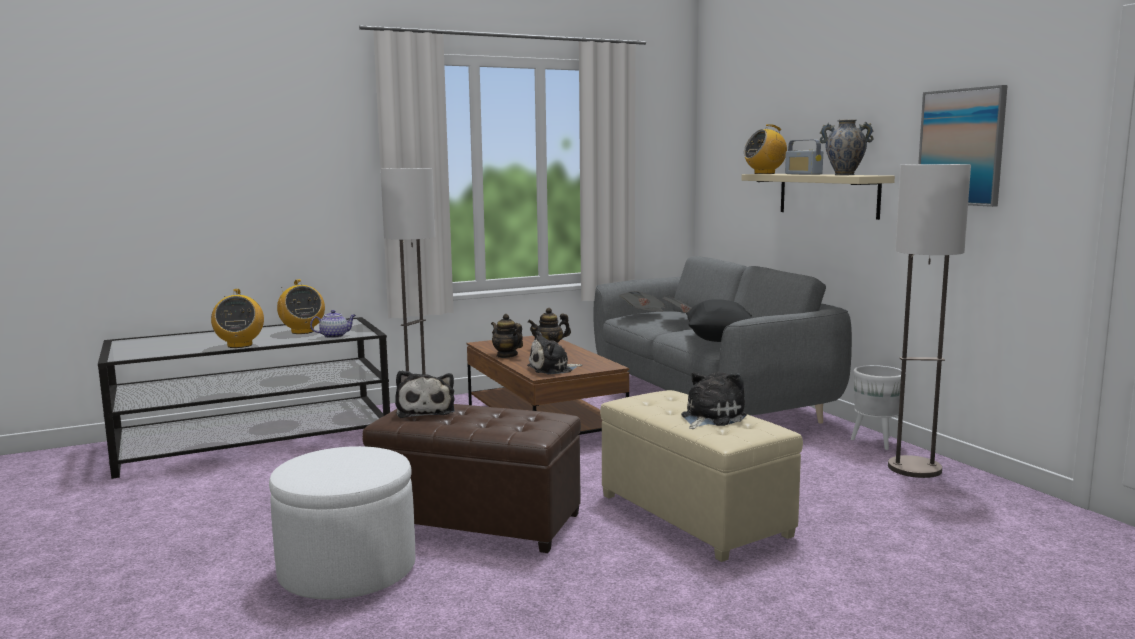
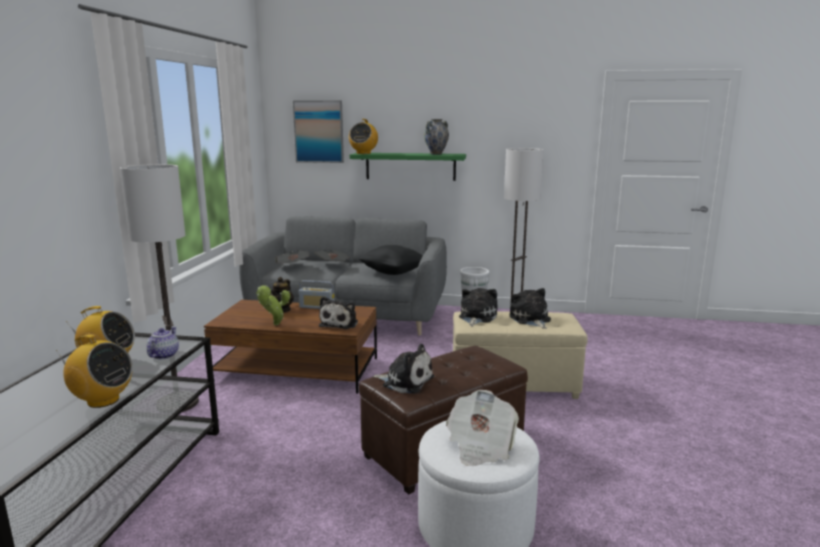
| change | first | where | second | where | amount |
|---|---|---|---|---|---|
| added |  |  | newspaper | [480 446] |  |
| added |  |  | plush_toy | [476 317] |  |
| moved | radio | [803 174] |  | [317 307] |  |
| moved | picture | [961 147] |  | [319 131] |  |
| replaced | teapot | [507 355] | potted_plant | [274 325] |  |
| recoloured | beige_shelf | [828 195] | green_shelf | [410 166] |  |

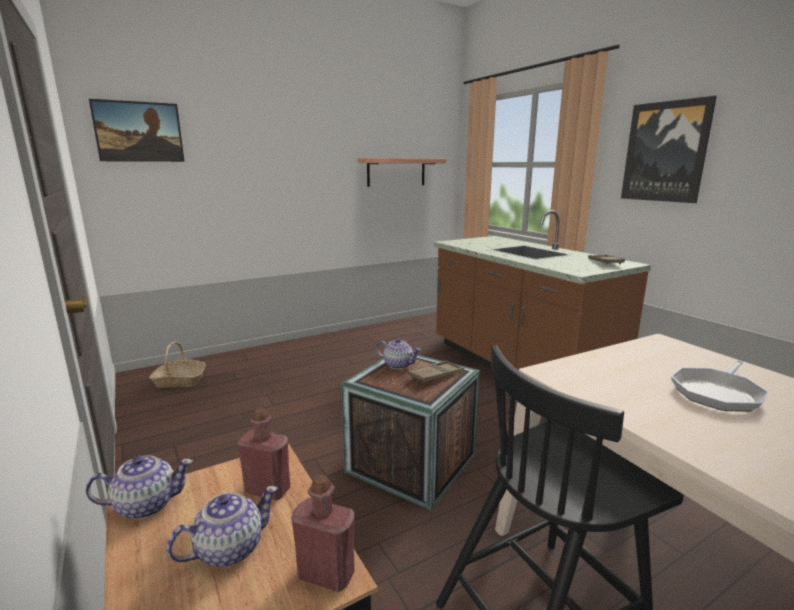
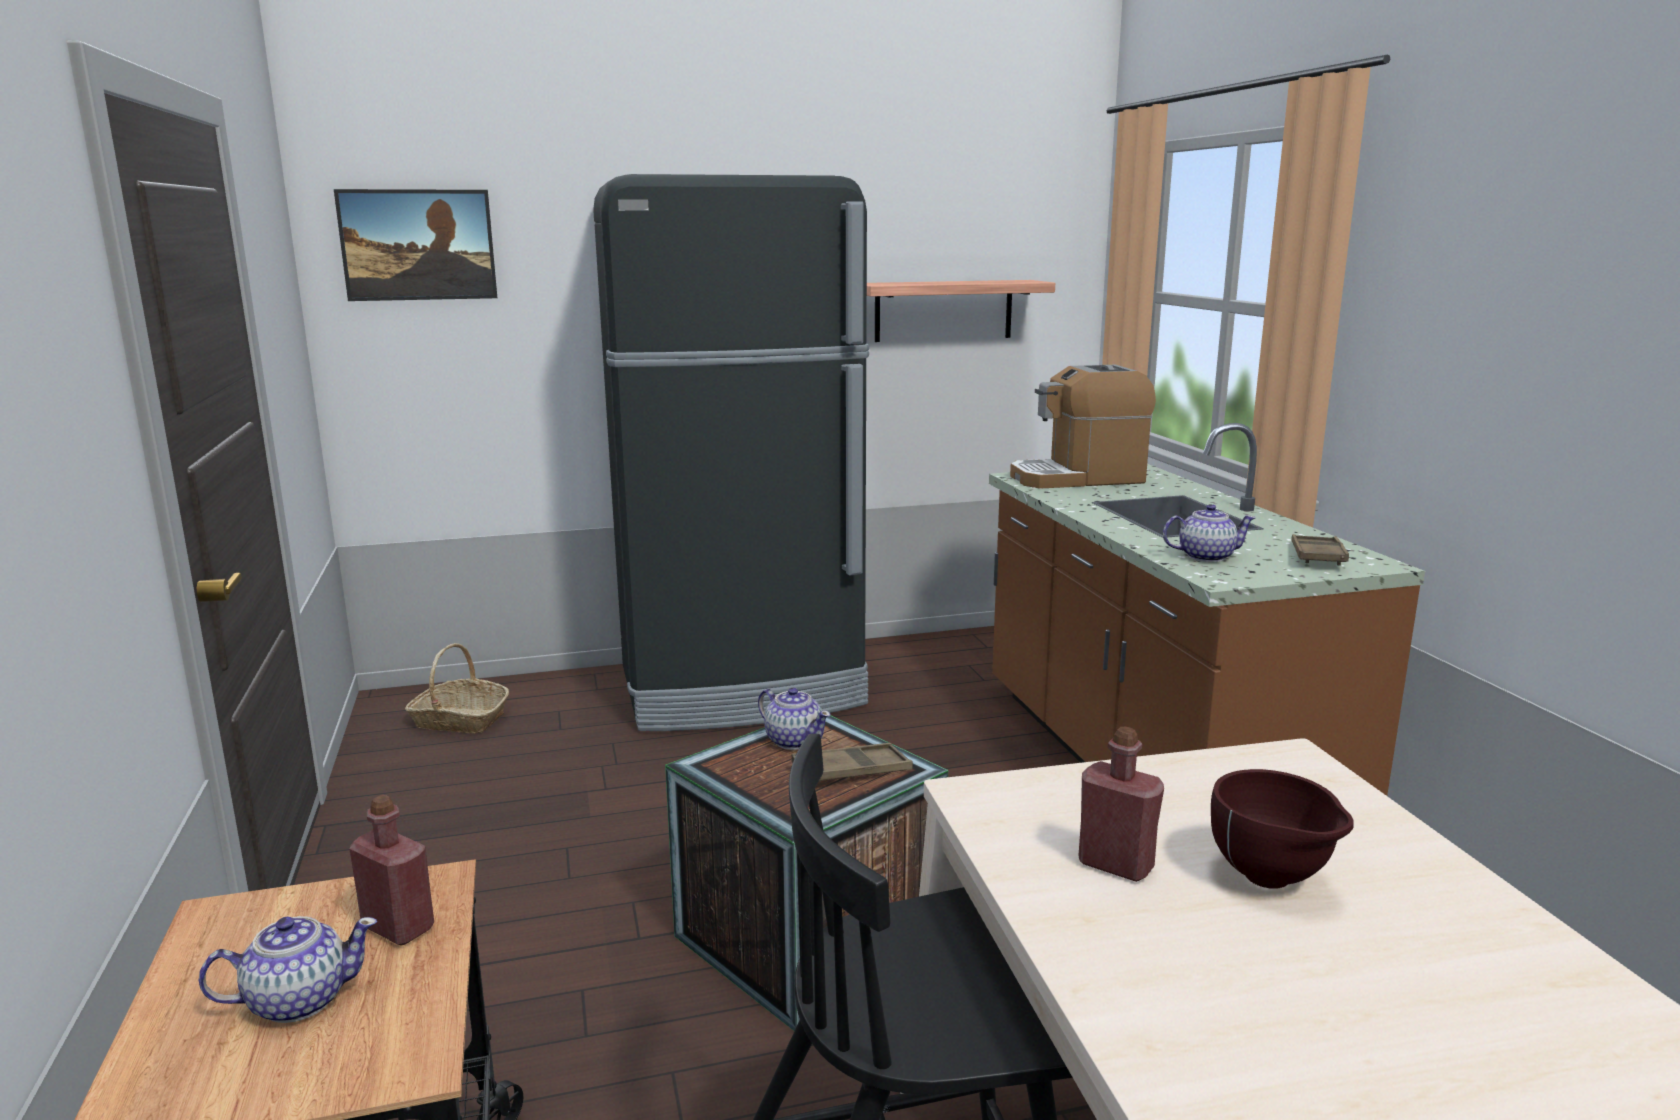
| change | first | where | second | where | amount |
|---|---|---|---|---|---|
| removed | picture | [665 152] |  |  |  |
| added |  |  | black_fridge | [742 688] |  |
| added |  |  | coffee_machine | [1078 478] |  |
| moved | teapot | [146 505] |  | [1205 556] |  |
| moved | red_bottle | [326 574] |  | [1115 865] |  |
| replaced | frying_pan | [717 393] | brown_bowl | [1272 881] |  |

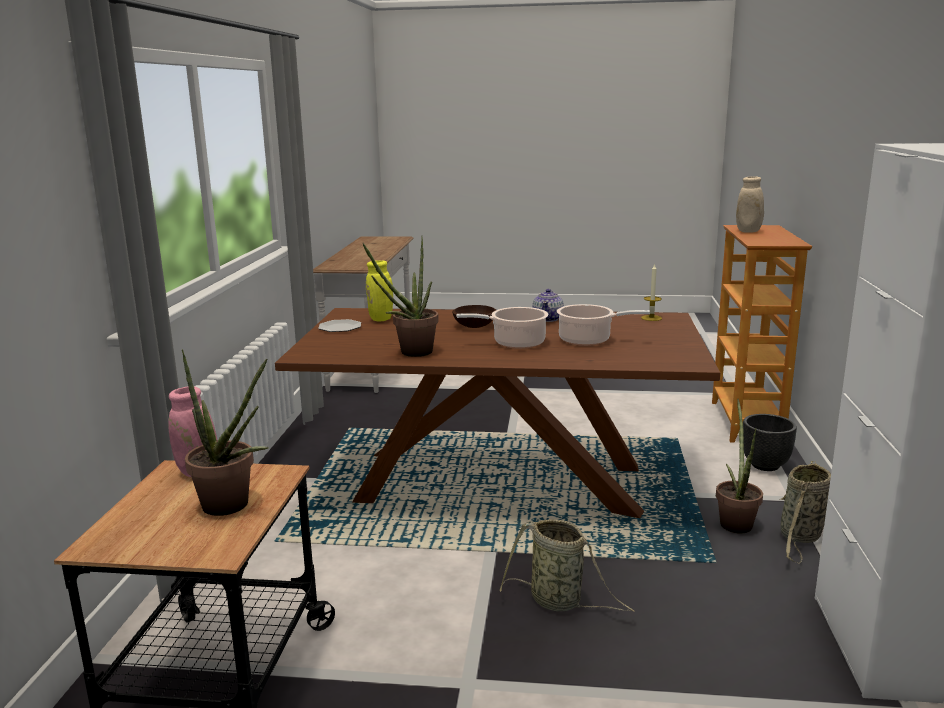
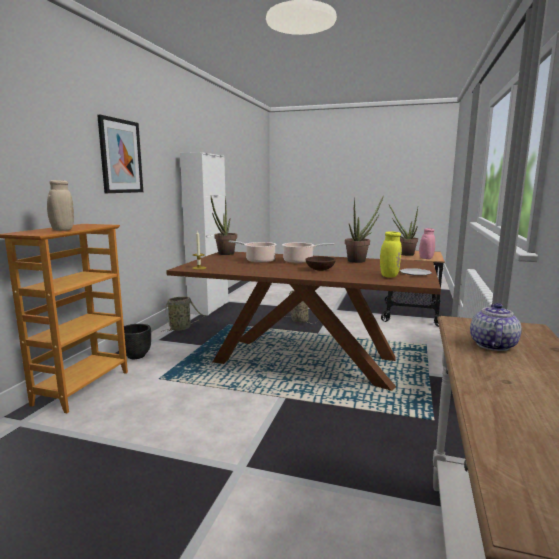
| change | first | where | second | where | amount |
|---|---|---|---|---|---|
| added |  |  | picture | [120 156] |  |
| moved | teapot | [548 319] |  | [492 345] |  |
| moved | potted_plant | [735 521] |  | [224 254] |  |

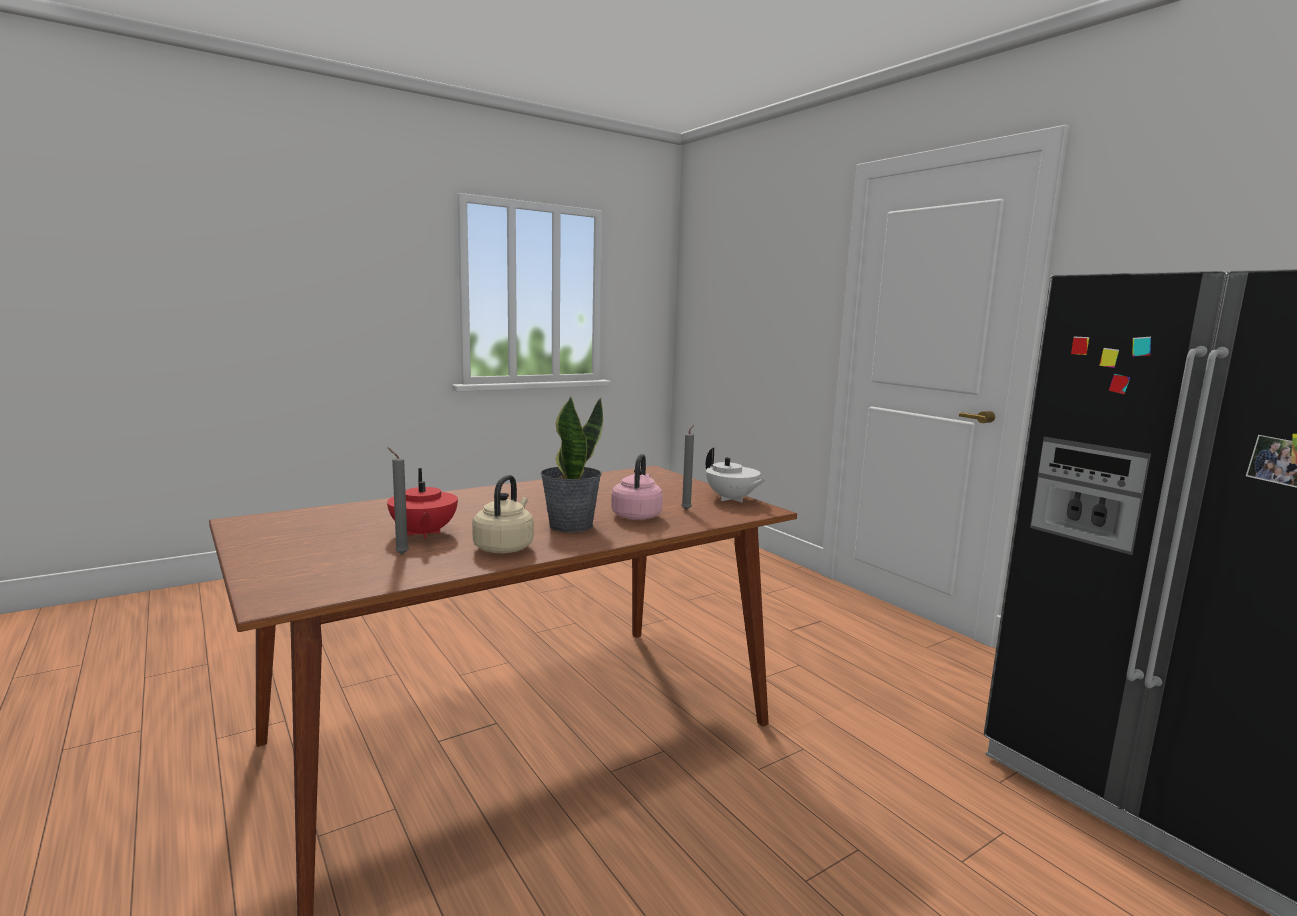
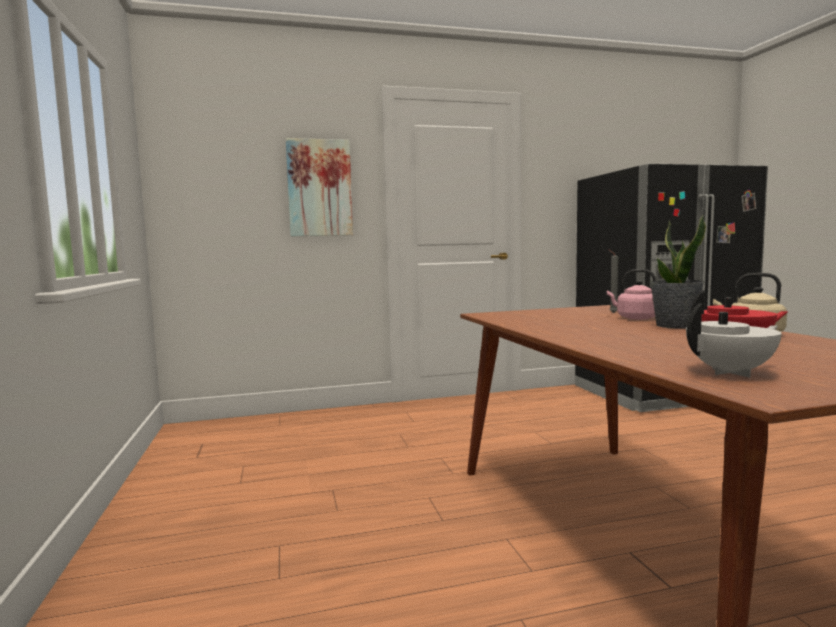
| change | first | where | second | where | amount |
|---|---|---|---|---|---|
| removed | grey_candle | [400 554] |  |  |  |
| added |  |  | picture | [319 188] |  |
| moved | white_teapot | [731 499] |  | [731 372] |  |

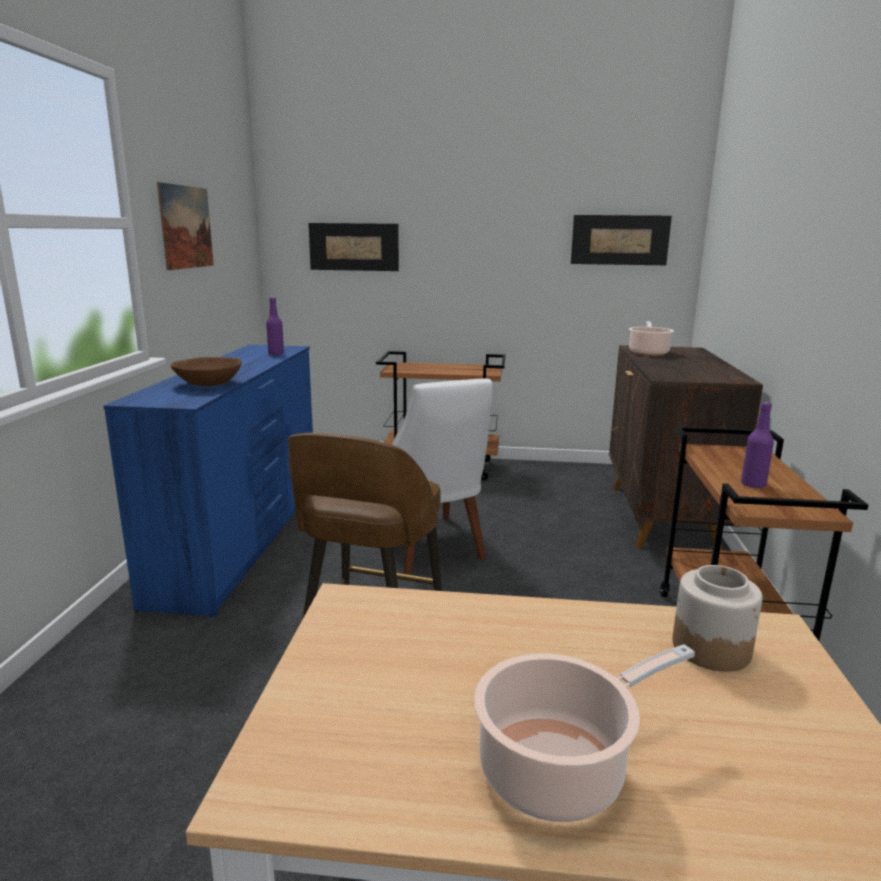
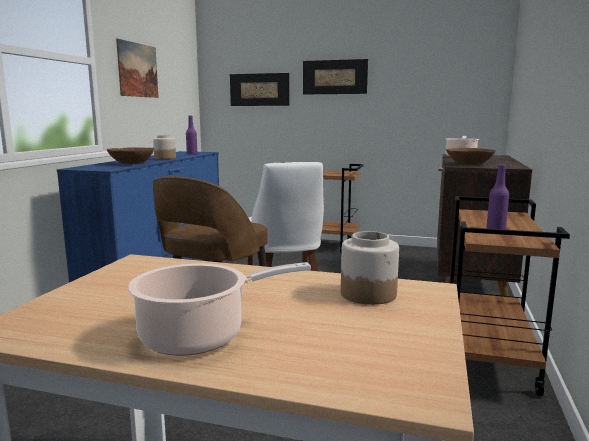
| change | first | where | second | where | amount |
|---|---|---|---|---|---|
| added |  |  | jar | [165 158] |  |
| added |  |  | brown_bowl | [469 164] |  |
| moved | picture | [620 240] |  | [334 77] |  |

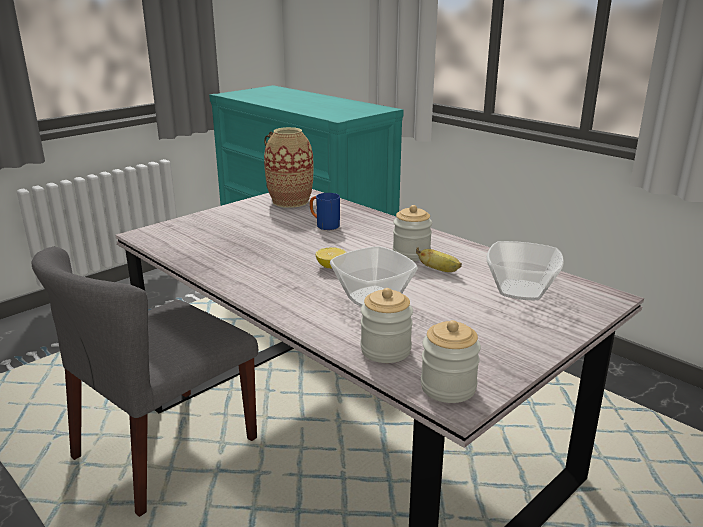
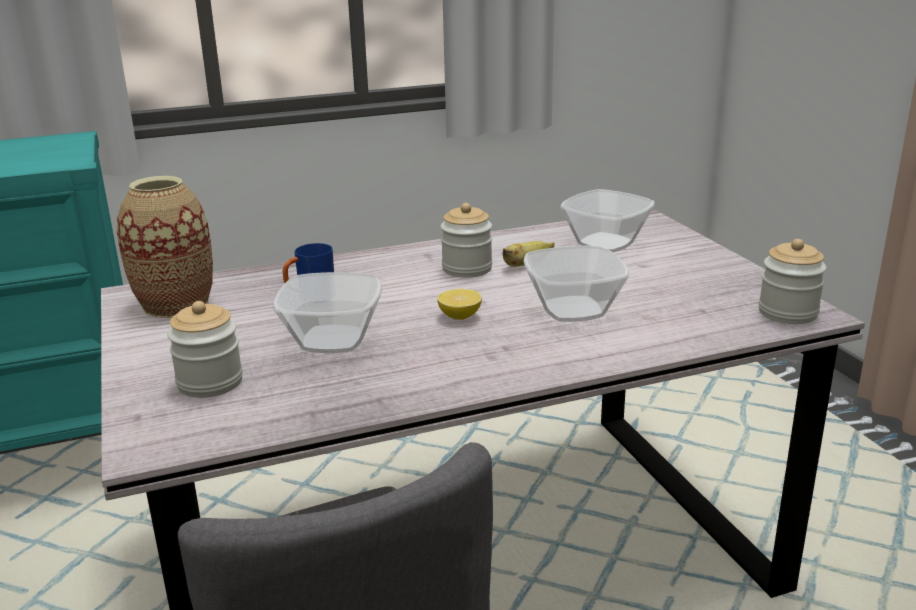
| change | first | where | second | where | amount |
|---|---|---|---|---|---|
| added |  |  | bowl | [331 339] |  |
| moved | jar | [385 350] |  | [210 382] |  |

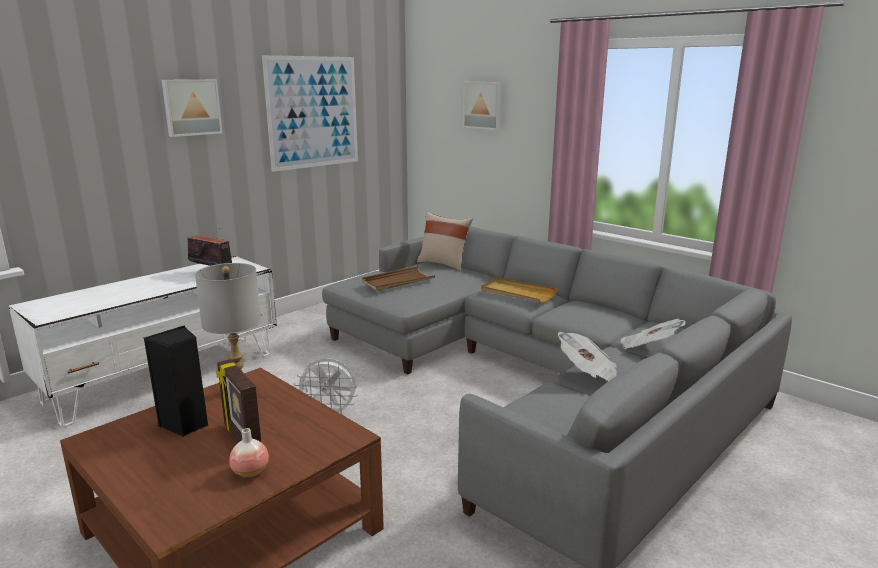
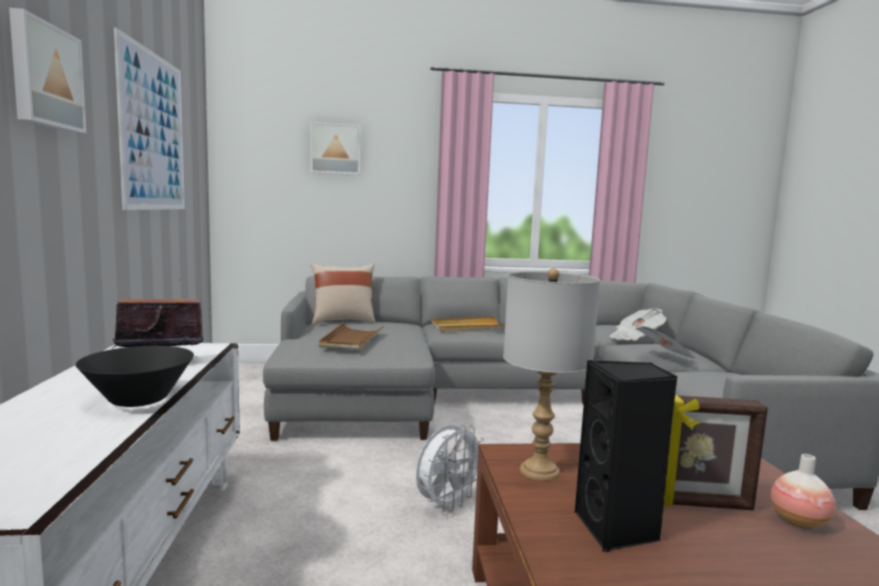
| change | first | where | second | where | amount |
|---|---|---|---|---|---|
| added |  |  | black_bowl | [139 400] |  |

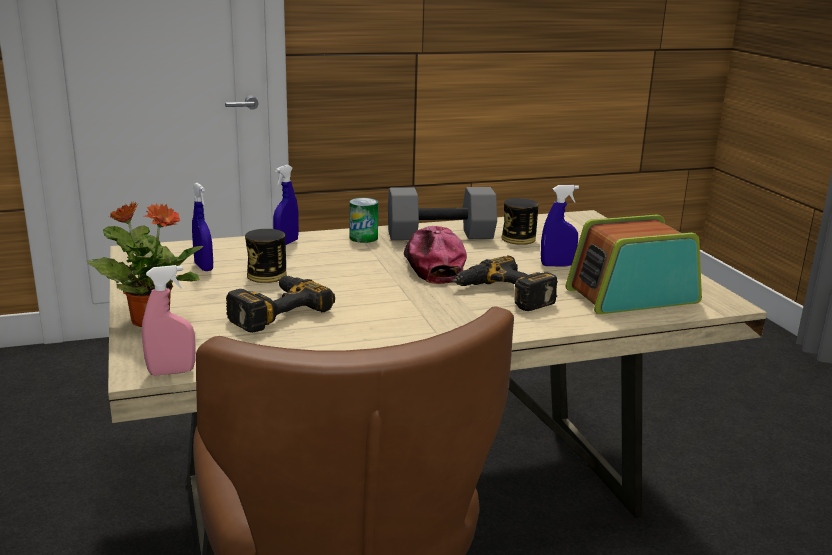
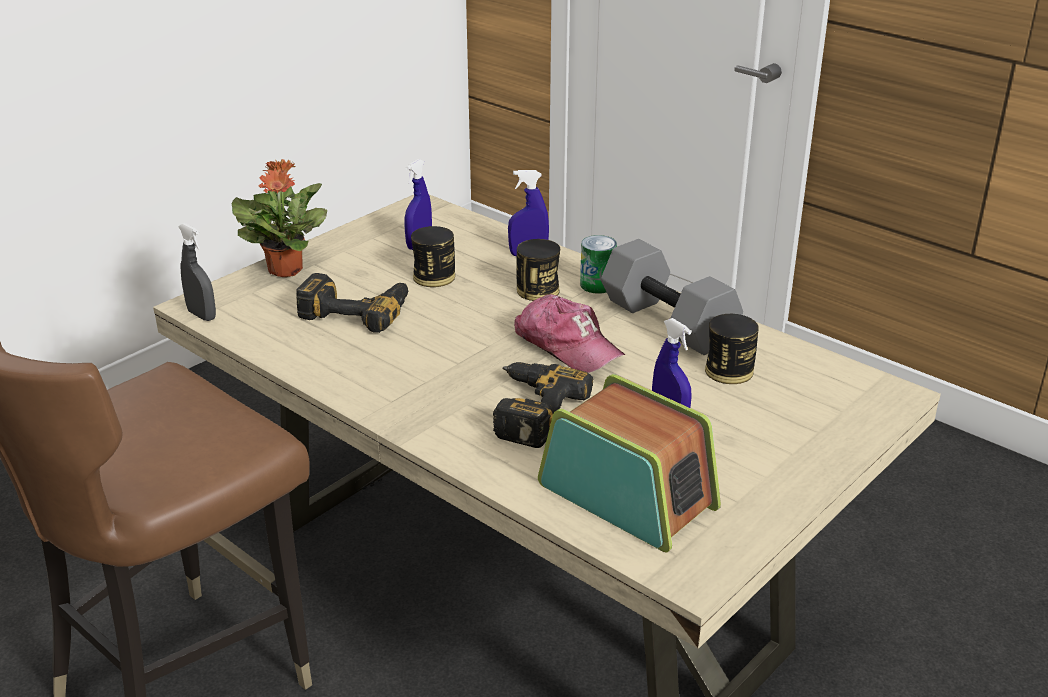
| change | first | where | second | where | amount |
|---|---|---|---|---|---|
| added |  |  | can | [538 290] |  |
| recoloured | pink_spray_bottle | [171 372] | grey_spray_bottle | [202 315] |  |
| turned | cap | [432 265] |  | [567 345] | 90 degrees clockwise |

